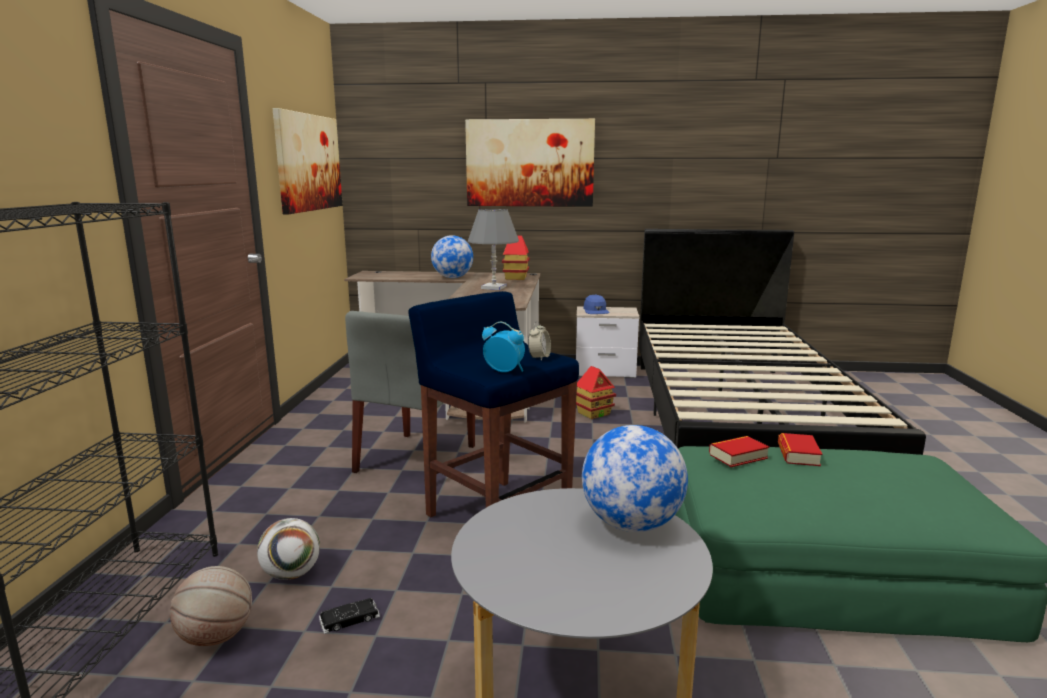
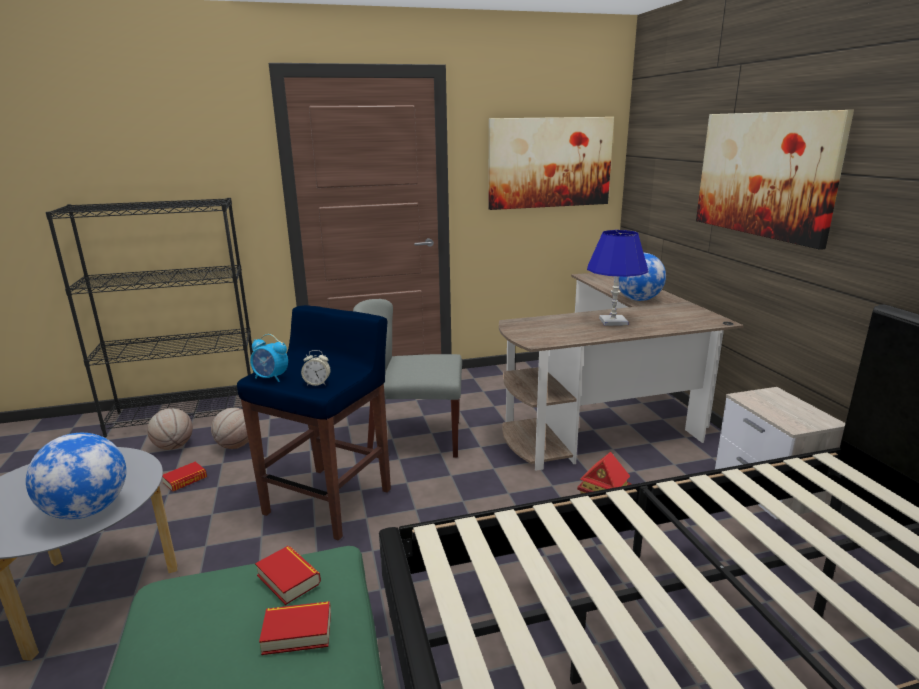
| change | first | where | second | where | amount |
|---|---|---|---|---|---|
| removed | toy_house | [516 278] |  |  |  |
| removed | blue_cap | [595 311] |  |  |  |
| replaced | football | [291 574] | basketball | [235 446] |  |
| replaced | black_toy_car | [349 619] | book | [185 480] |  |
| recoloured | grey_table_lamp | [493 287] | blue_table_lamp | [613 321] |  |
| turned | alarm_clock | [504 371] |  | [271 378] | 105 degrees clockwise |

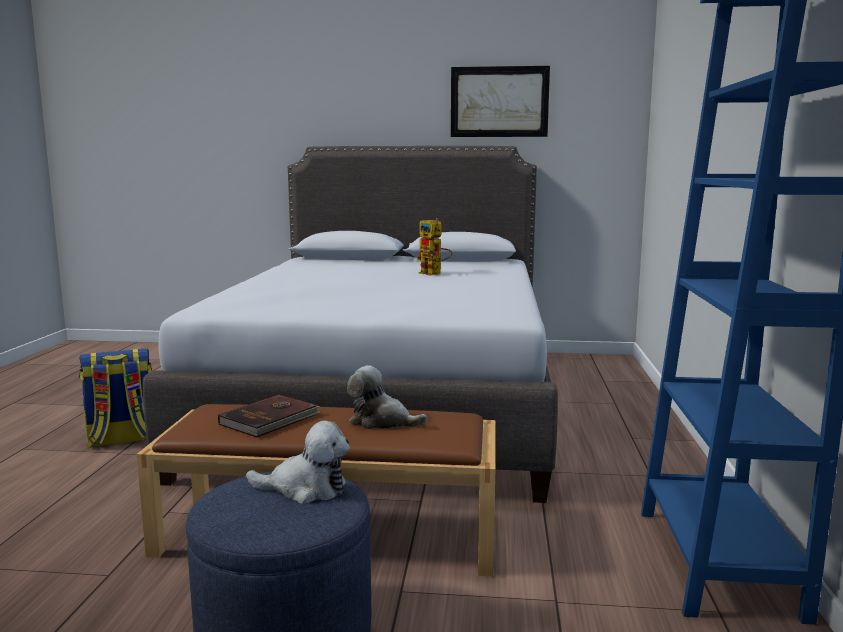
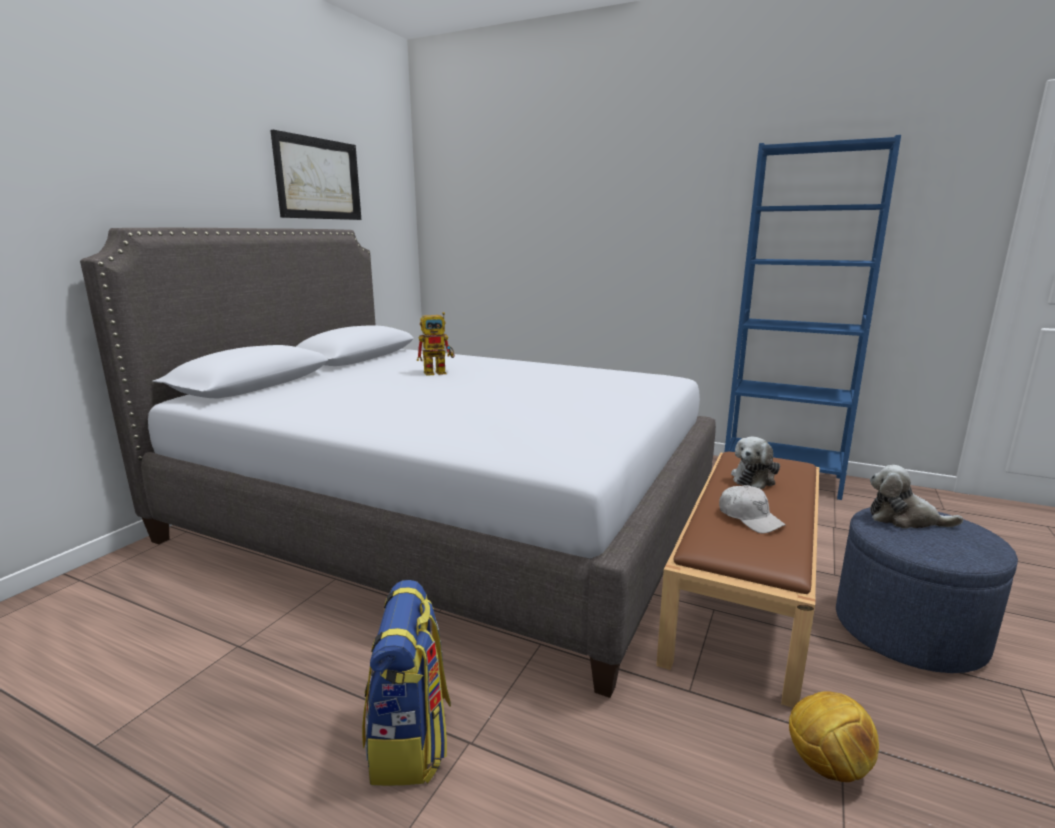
| change | first | where | second | where | amount |
|---|---|---|---|---|---|
| added |  |  | football | [826 765] |  |
| replaced | brown_book | [270 419] | white_cap | [749 518] |  |
| turned | plush_toy | [306 488] |  | [904 519] | 90 degrees counterclockwise |

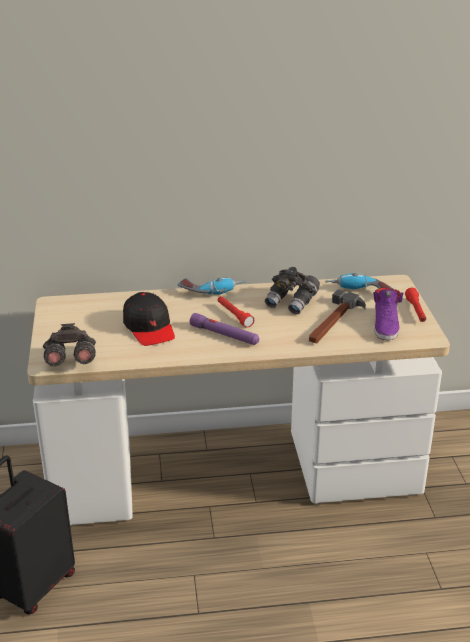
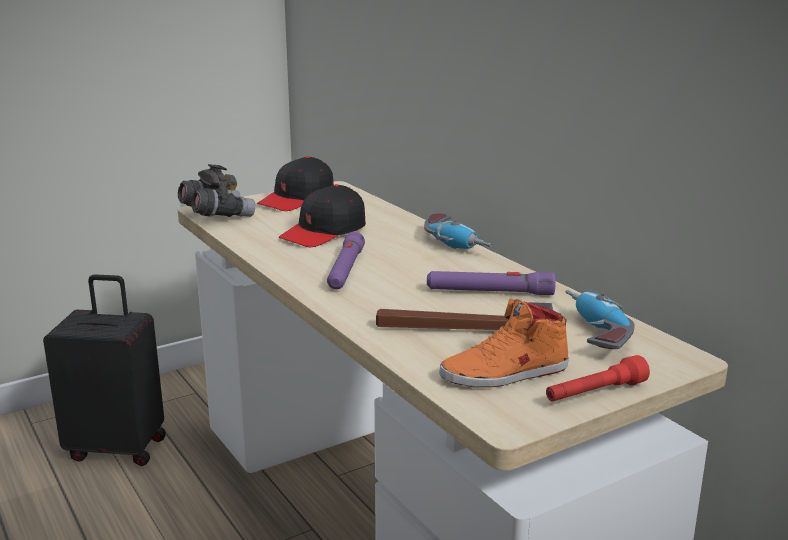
| change | first | where | second | where | amount |
|---|---|---|---|---|---|
| removed | red_flashlight | [234 316] |  |  |  |
| added |  |  | black_cap | [297 199] |  |
| replaced | grey_binoculars | [292 302] | purple_flashlight | [489 292] |  |
| recoloured | purple_shoe | [386 325] | orange_shoe | [505 373] |  |

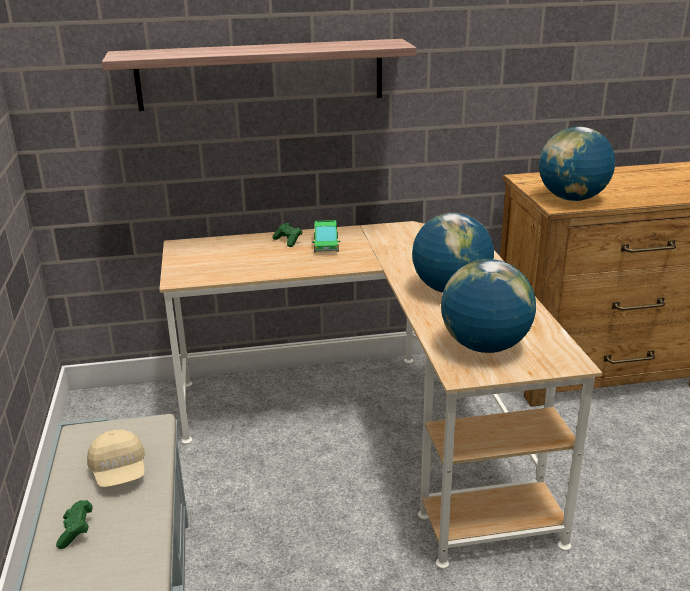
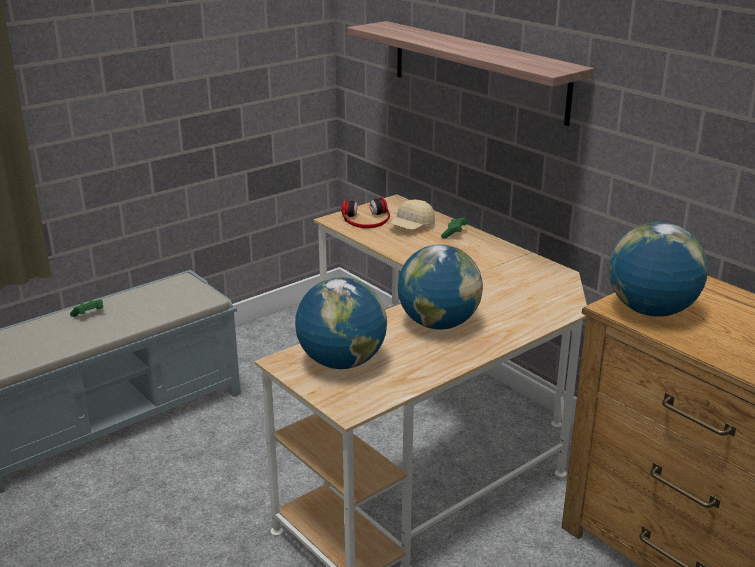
| change | first | where | second | where | amount |
|---|---|---|---|---|---|
| removed | toy_truck | [326 245] |  |  |  |
| added |  |  | headphones | [366 220] |  |
| moved | beige_cap | [119 472] |  | [411 227] |  |

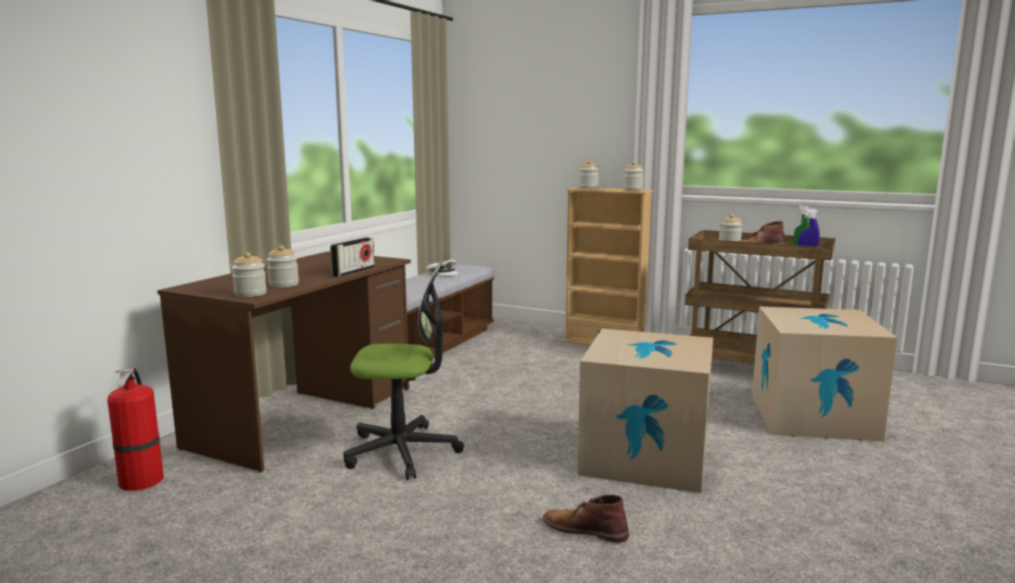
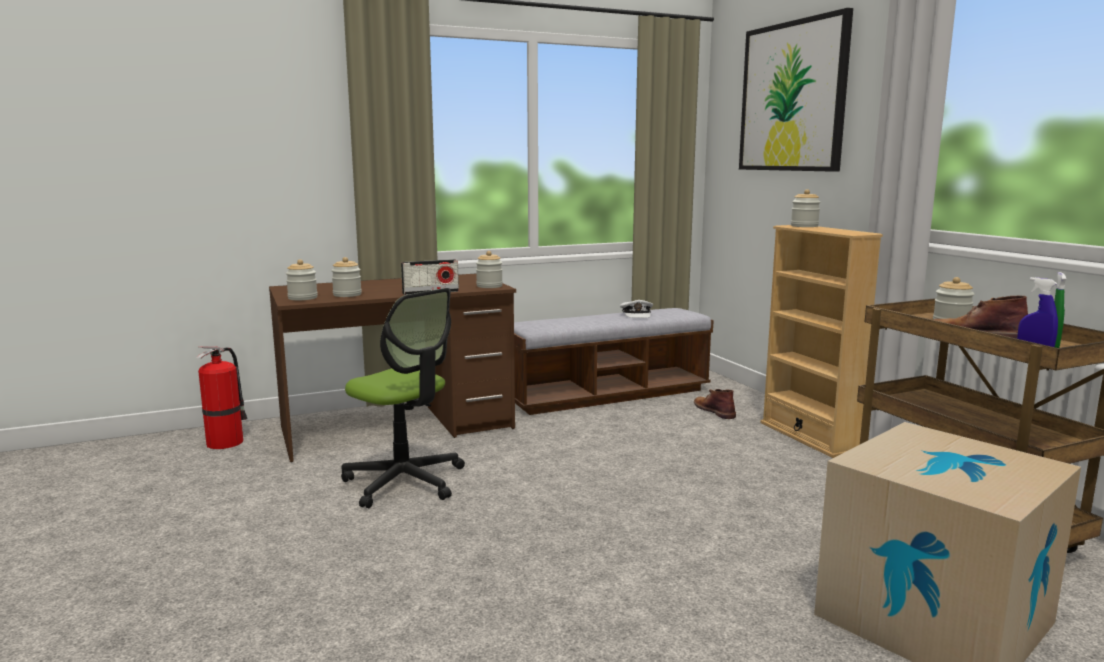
| change | first | where | second | where | amount |
|---|---|---|---|---|---|
| removed | cardboard_box | [645 457] |  |  |  |
| added |  |  | picture | [792 97] |  |
| moved | brown_boot | [584 529] |  | [714 410] |  |
| moved | jar | [632 189] |  | [489 286] |  |

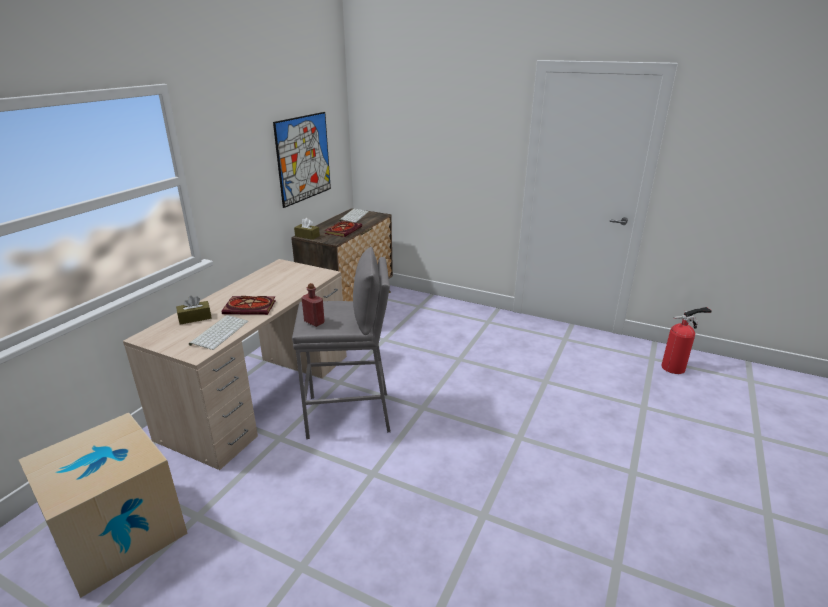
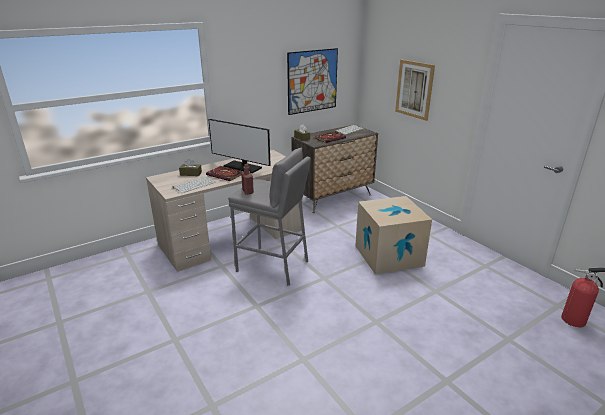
| change | first | where | second | where | amount |
|---|---|---|---|---|---|
| added |  |  | monitor | [242 167] |  |
| added |  |  | picture | [414 89] |  |
| moved | cardboard_box | [119 533] |  | [388 256] |  |

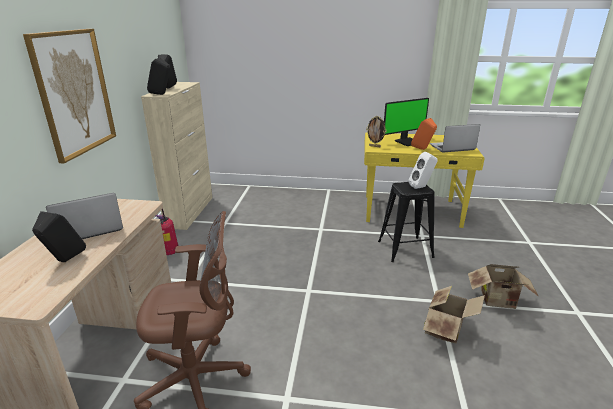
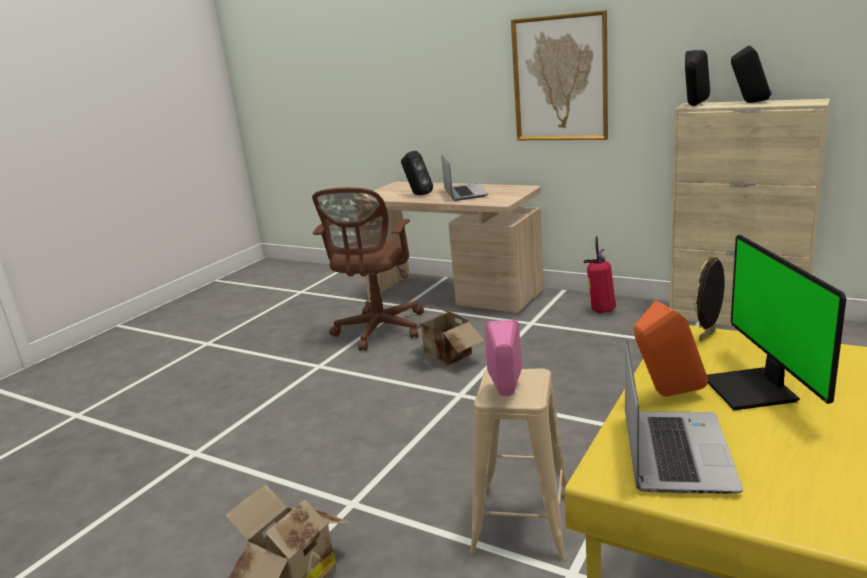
| change | first | where | second | where | amount |
|---|---|---|---|---|---|
| moved | cardboard_box | [447 330] |  | [446 358] |  |
| recoloured | black_stool | [405 249] | beige_stool | [522 521] |  |
| recoloured | white_speaker | [421 187] | pink_speaker | [506 395] |  |

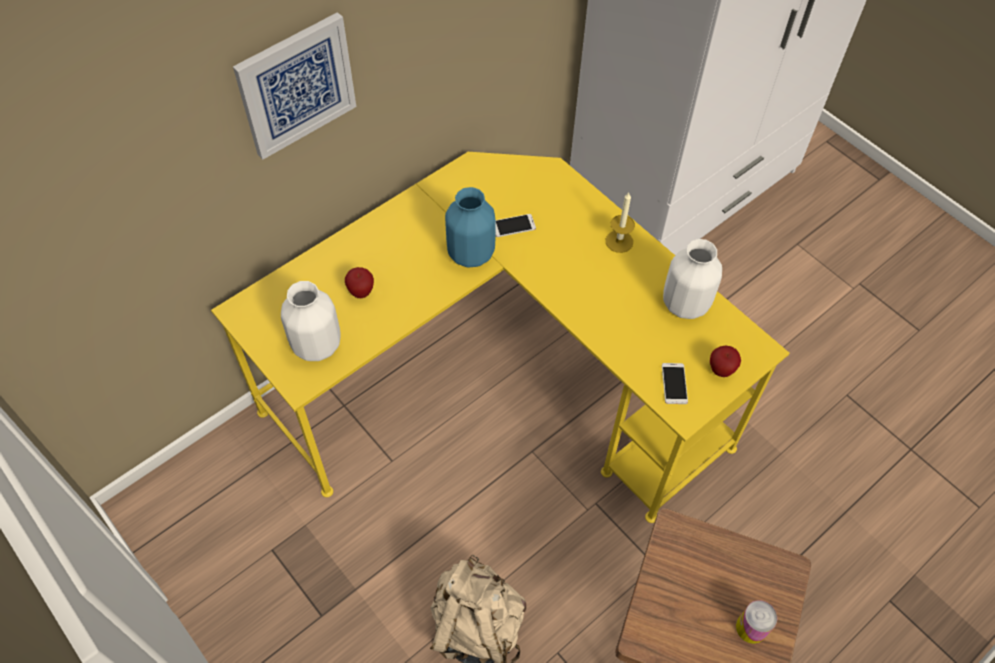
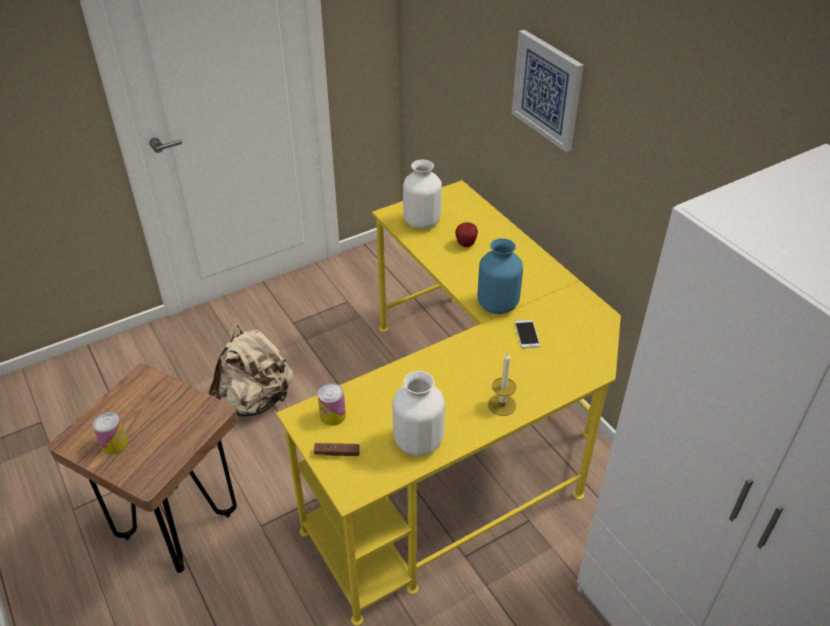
| change | first | where | second | where | amount |
|---|---|---|---|---|---|
| replaced | phone | [674 383] | can | [332 415] |  |
| replaced | apple | [721 370] | brown_game_controller | [337 453] |  |

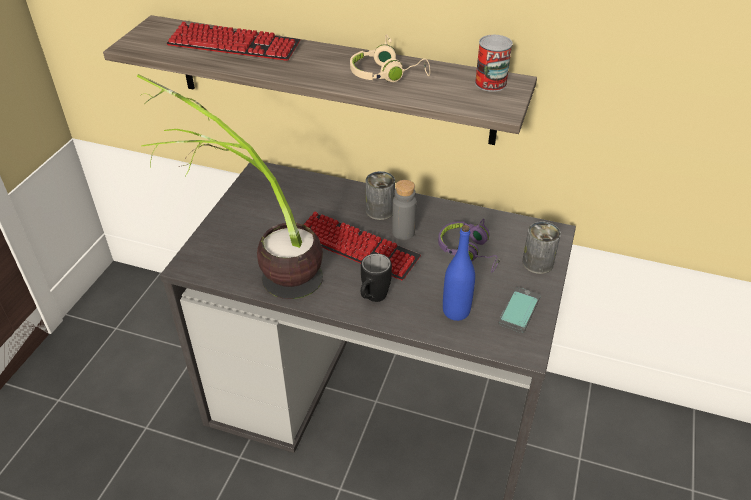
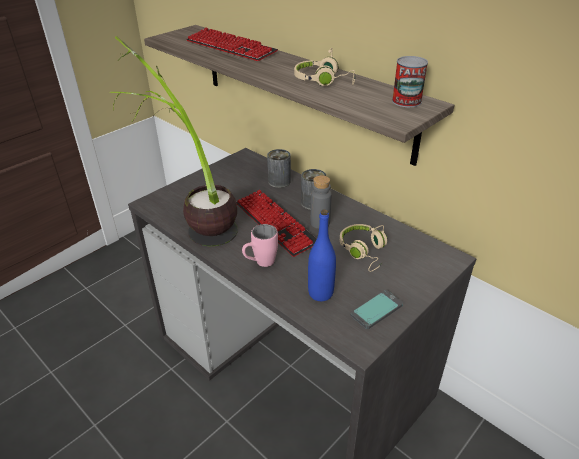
| change | first | where | second | where | amount |
|---|---|---|---|---|---|
| moved | can | [537 263] |  | [279 181] |  |
| recoloured | black_mug | [372 299] | pink_mug | [260 263] |  |
| recoloured | purple_headphones | [469 252] | beige_headphones | [364 252] |  |

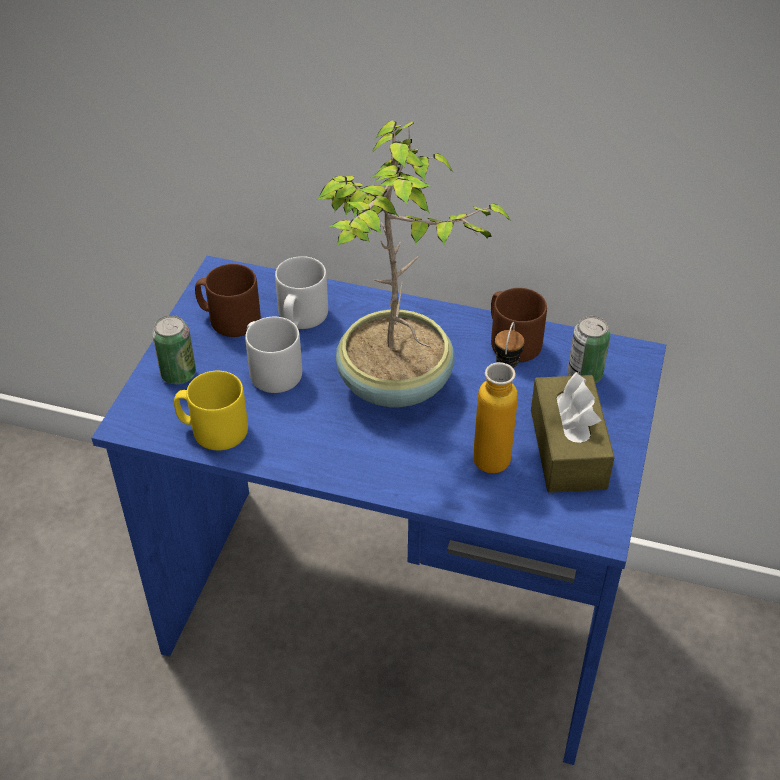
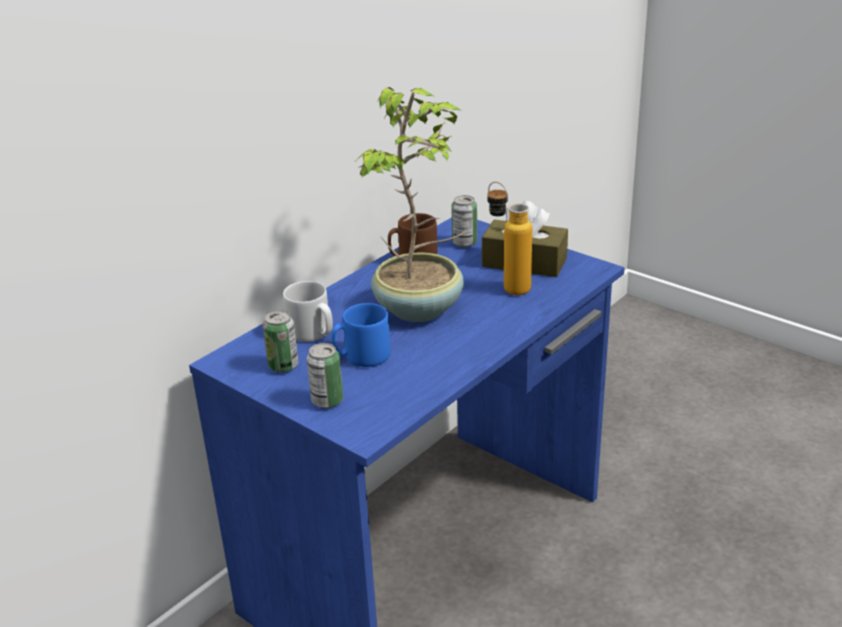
| change | first | where | second | where | amount |
|---|---|---|---|---|---|
| removed | yellow_mug | [213 430] |  |  |  |
| replaced | brown_mug | [229 319] | can | [283 366] |  |
| recoloured | grey_mug | [272 371] | blue_mug | [362 356] |  |

